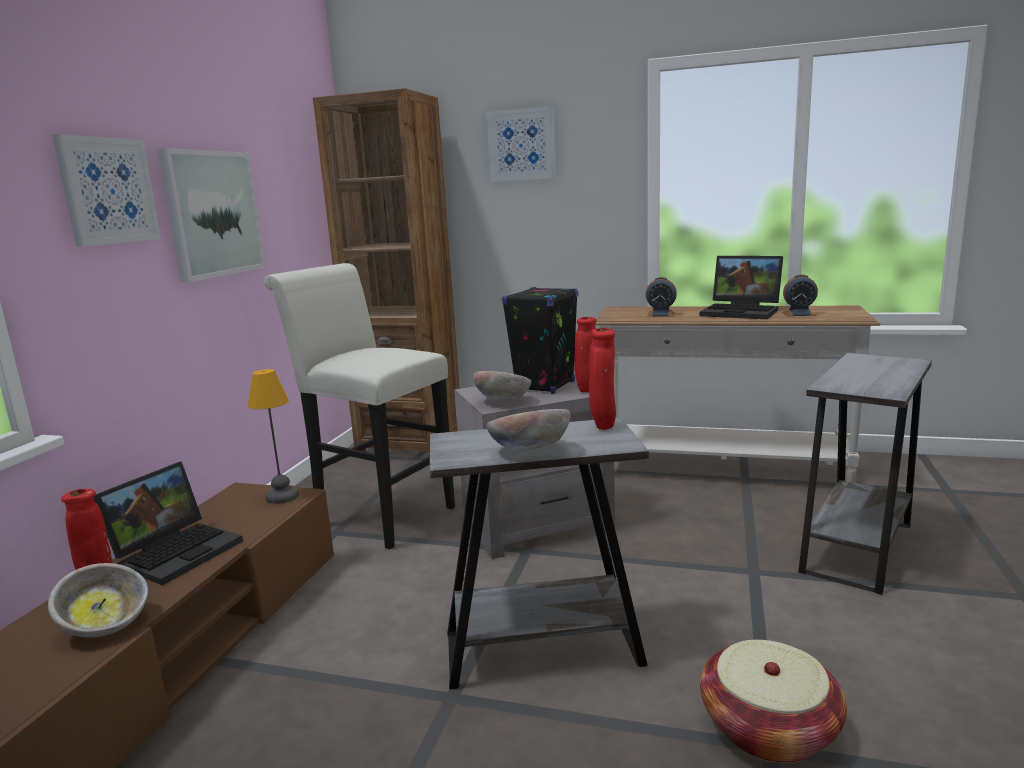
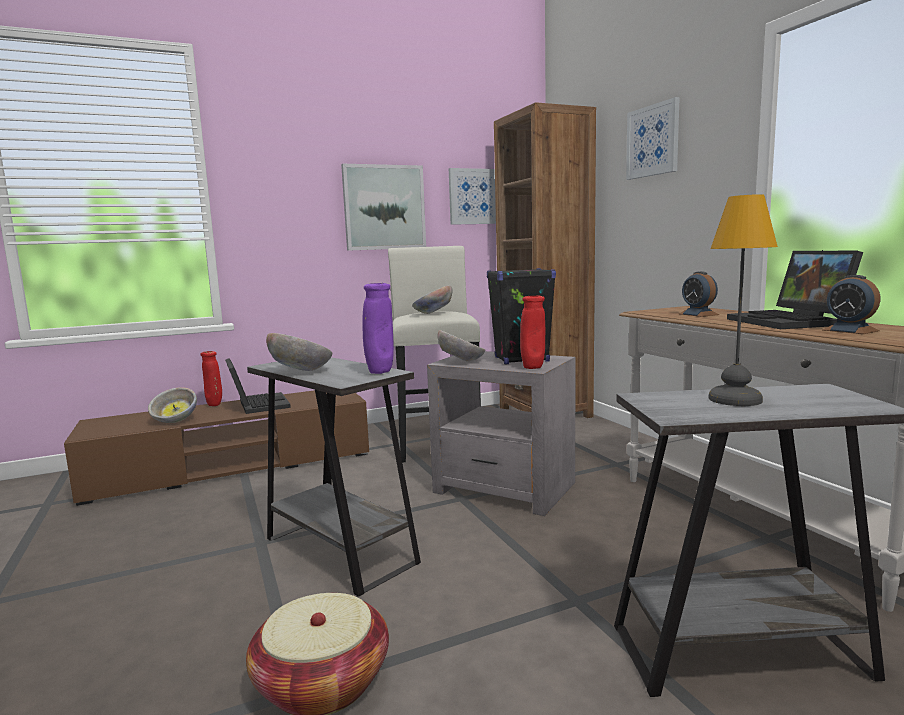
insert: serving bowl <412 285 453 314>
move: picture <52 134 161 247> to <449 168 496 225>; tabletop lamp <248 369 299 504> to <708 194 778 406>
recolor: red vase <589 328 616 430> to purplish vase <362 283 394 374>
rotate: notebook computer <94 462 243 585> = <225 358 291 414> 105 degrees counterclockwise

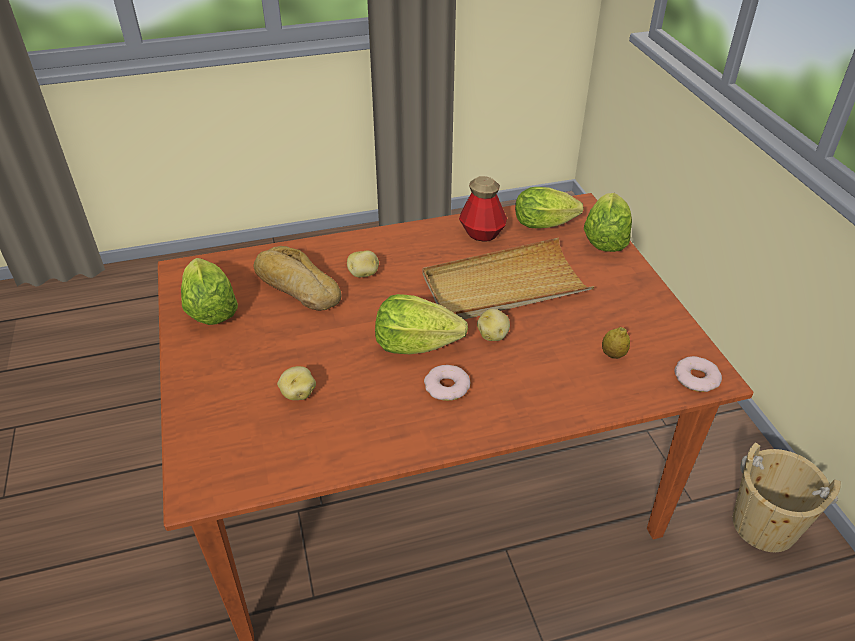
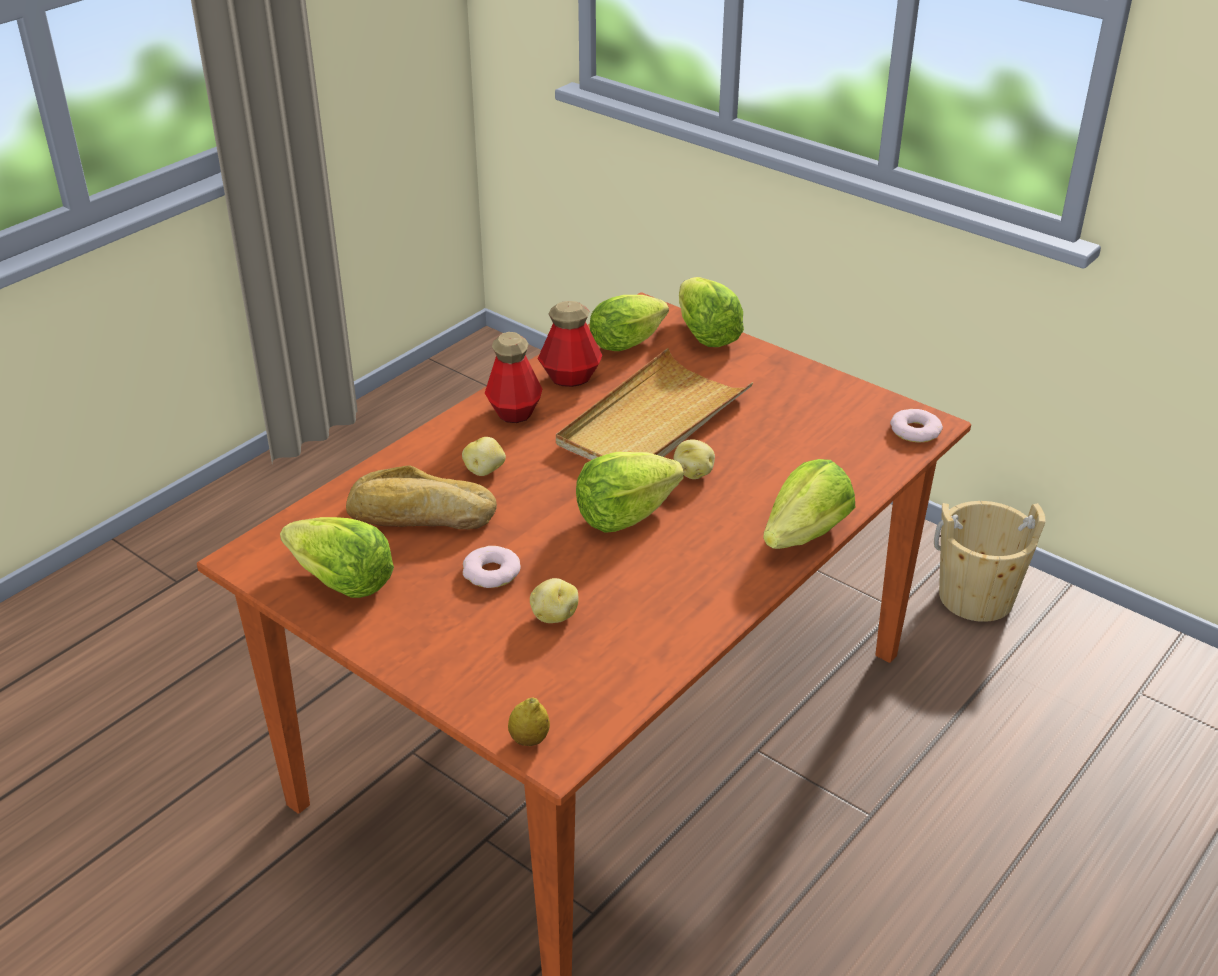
insert: bottle <485 332 542 423>; lettuce head <763 459 855 549>
move: donut <424 365 470 401> to <463 546 521 588>; whole lemon <602 327 630 359> to <508 697 550 746>

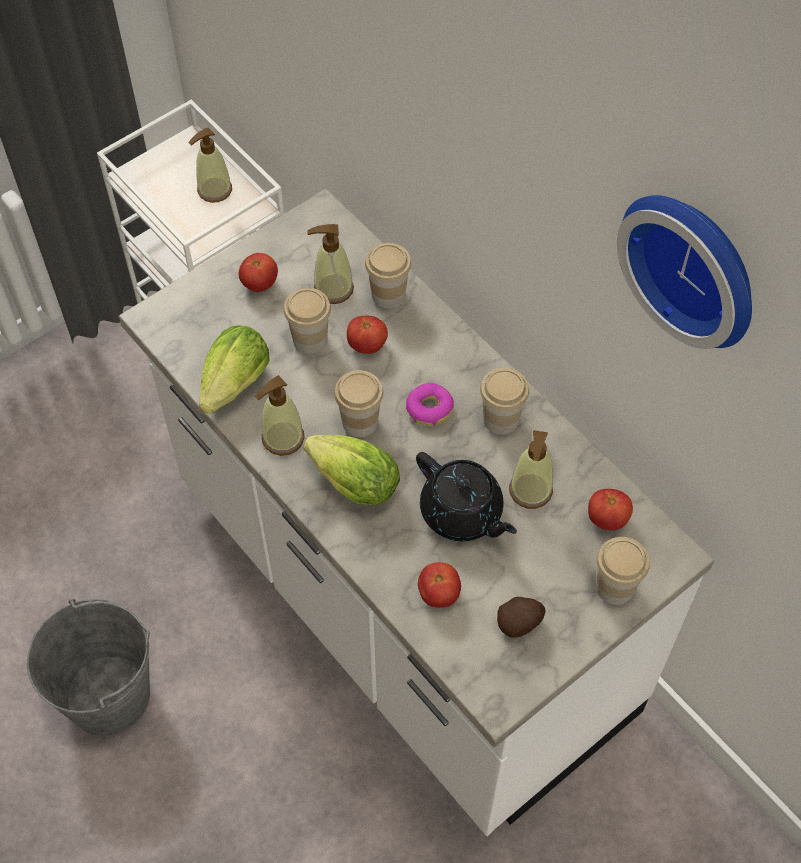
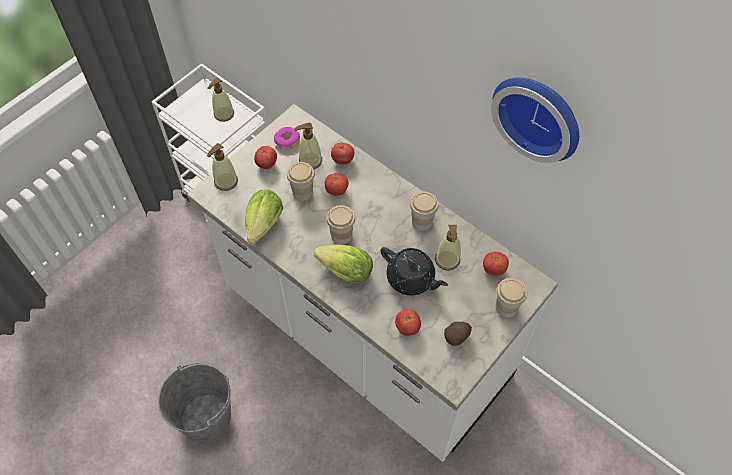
move: soap dispenser <255 375 305 456> to <207 143 238 191>; donut <406 383 454 426> to <274 127 300 149>
replace: small cup <365 243 411 309> to tomato <331 143 354 164>

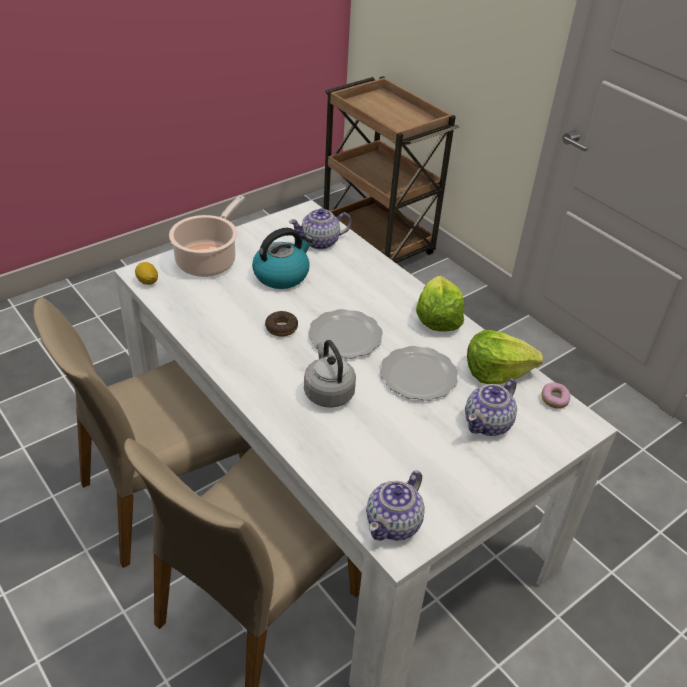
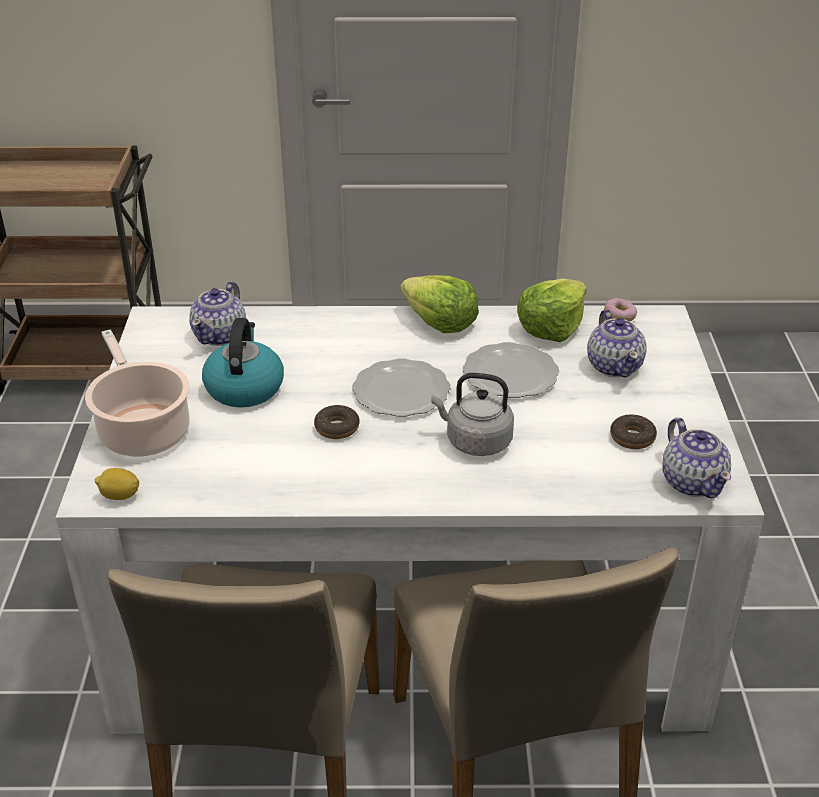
insert: donut <610 414 657 449>

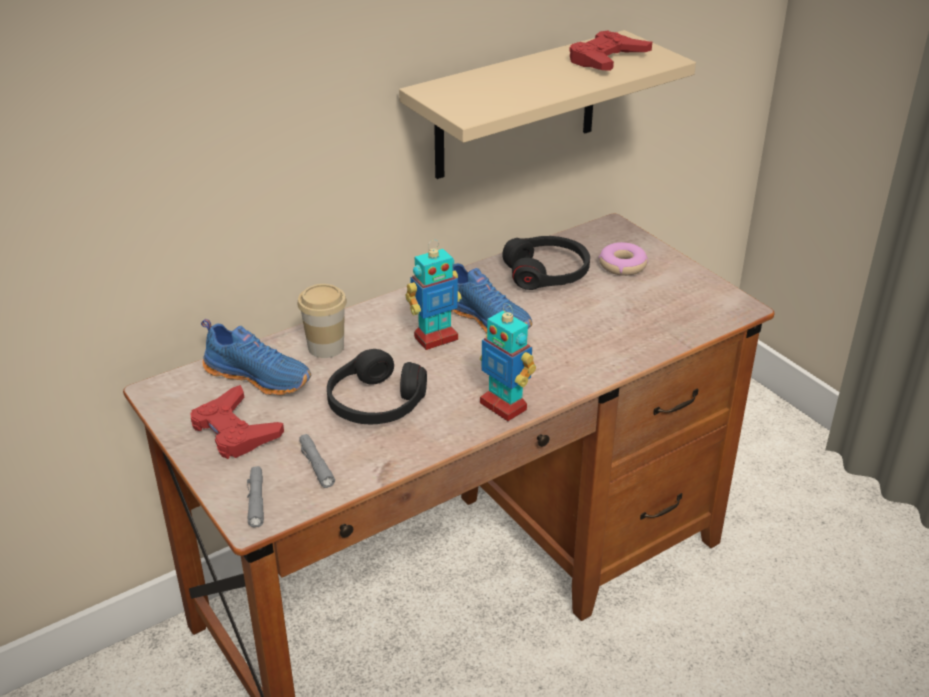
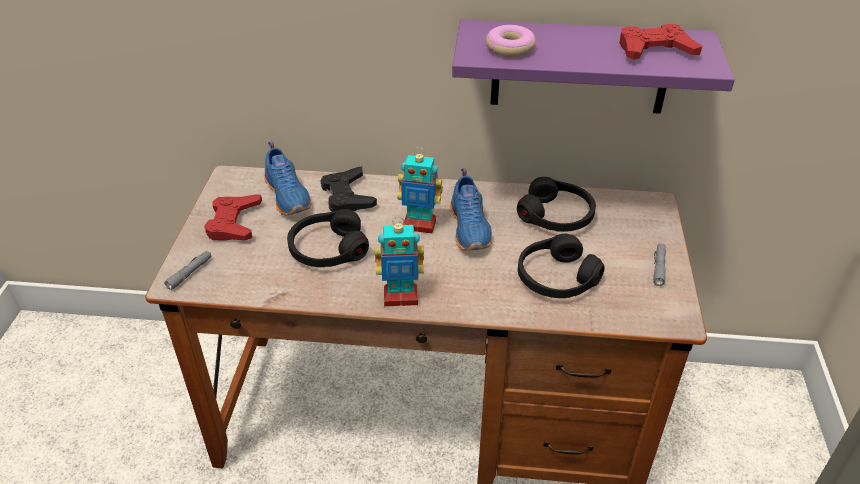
insert: blackish headset <518 234 605 298>
move: donut <598 242 648 276> to <486 25 536 57>; grey torch <299 434 335 488> to <653 243 666 286>
replace: small cup <297 284 347 358> to blackish joypad <320 167 377 212>
recolor: beige shelf <399 30 696 179> to purplish shelf <452 20 735 114>
rotate: toy robot <480 303 536 421> = <374 217 424 306> 90 degrees counterclockwise

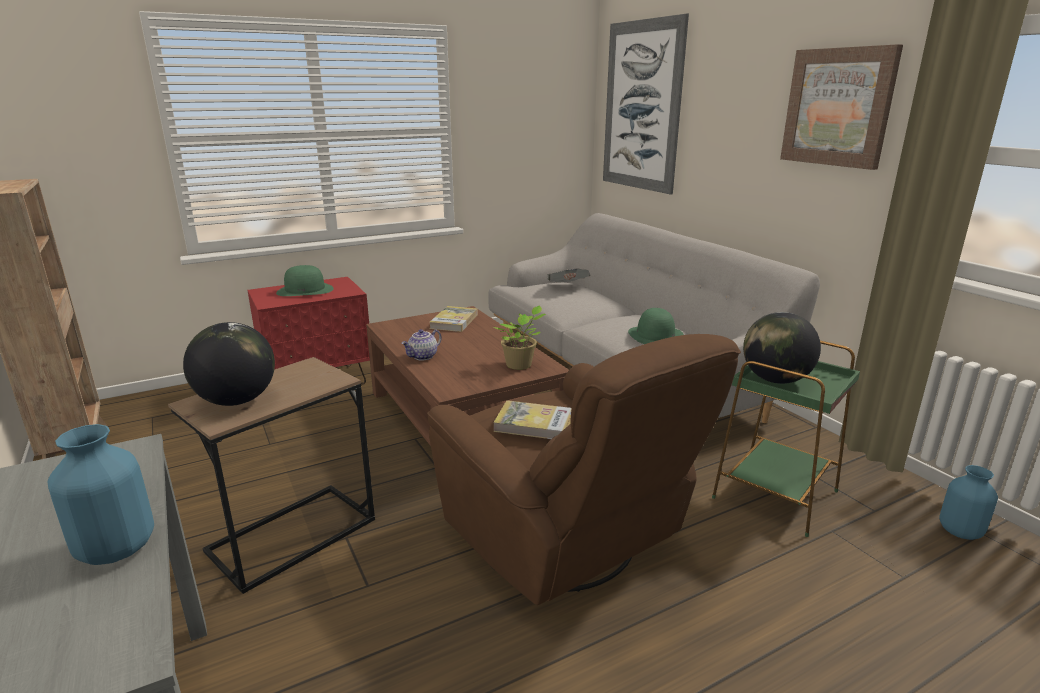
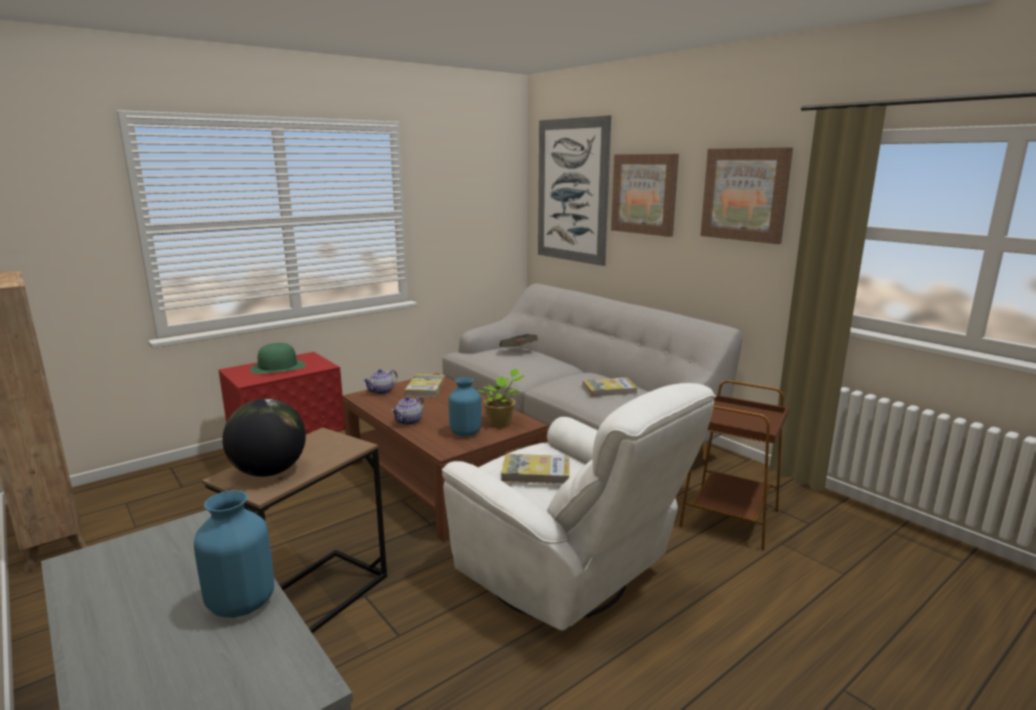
delete: globe <743 312 821 384>
insert: tea pot <363 369 398 395>; picture <611 154 679 237>
move: bluish vase <939 465 998 540> to <449 377 482 437>
replace: green-coloured wearable hat <628 308 684 344> to volume <583 377 638 397>
recolor: brown lounge chair <427 334 741 605> to white-coloured lounge chair <442 383 716 630>; green-coloured side table <712 341 860 537> to brown side table <679 380 789 550>

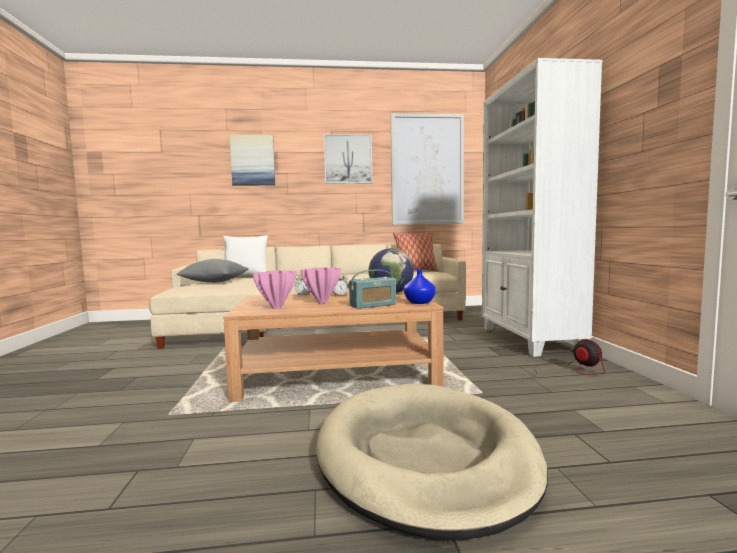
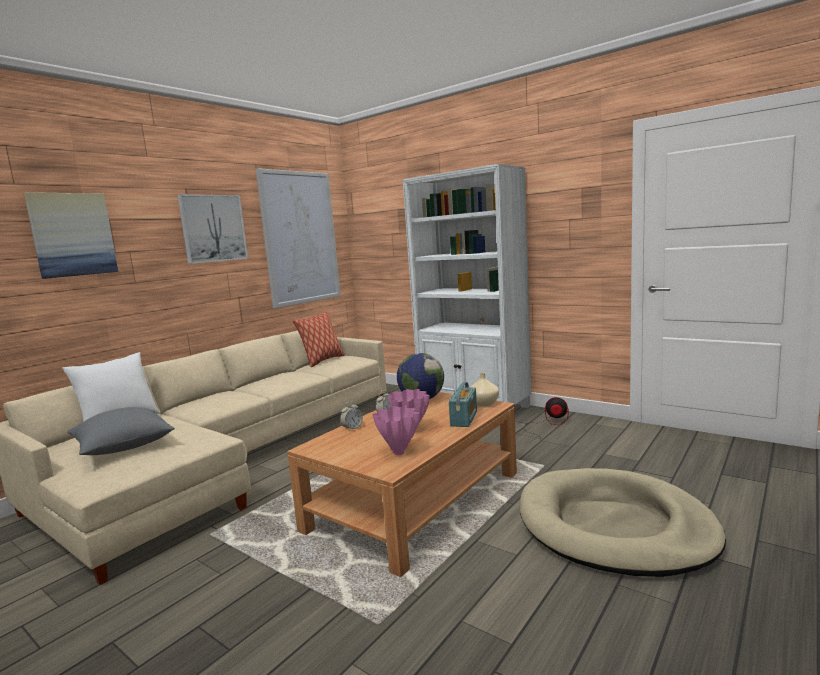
recolor: bluish vase <404 269 436 304> to beige vase <471 372 499 406>

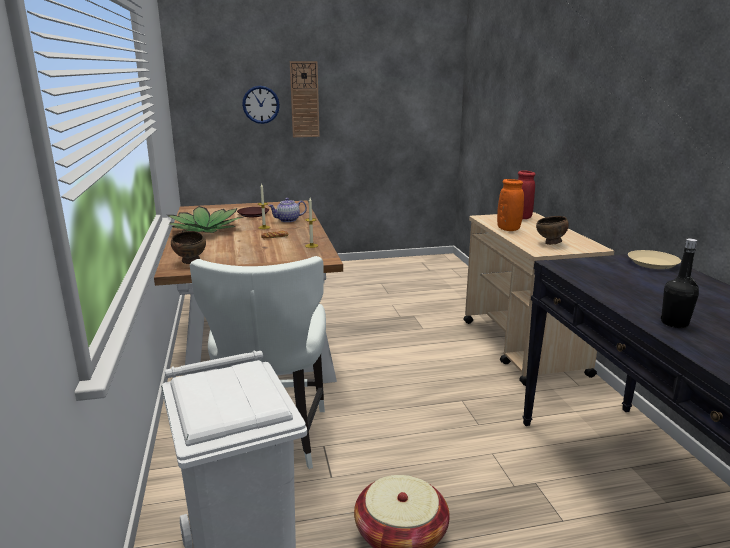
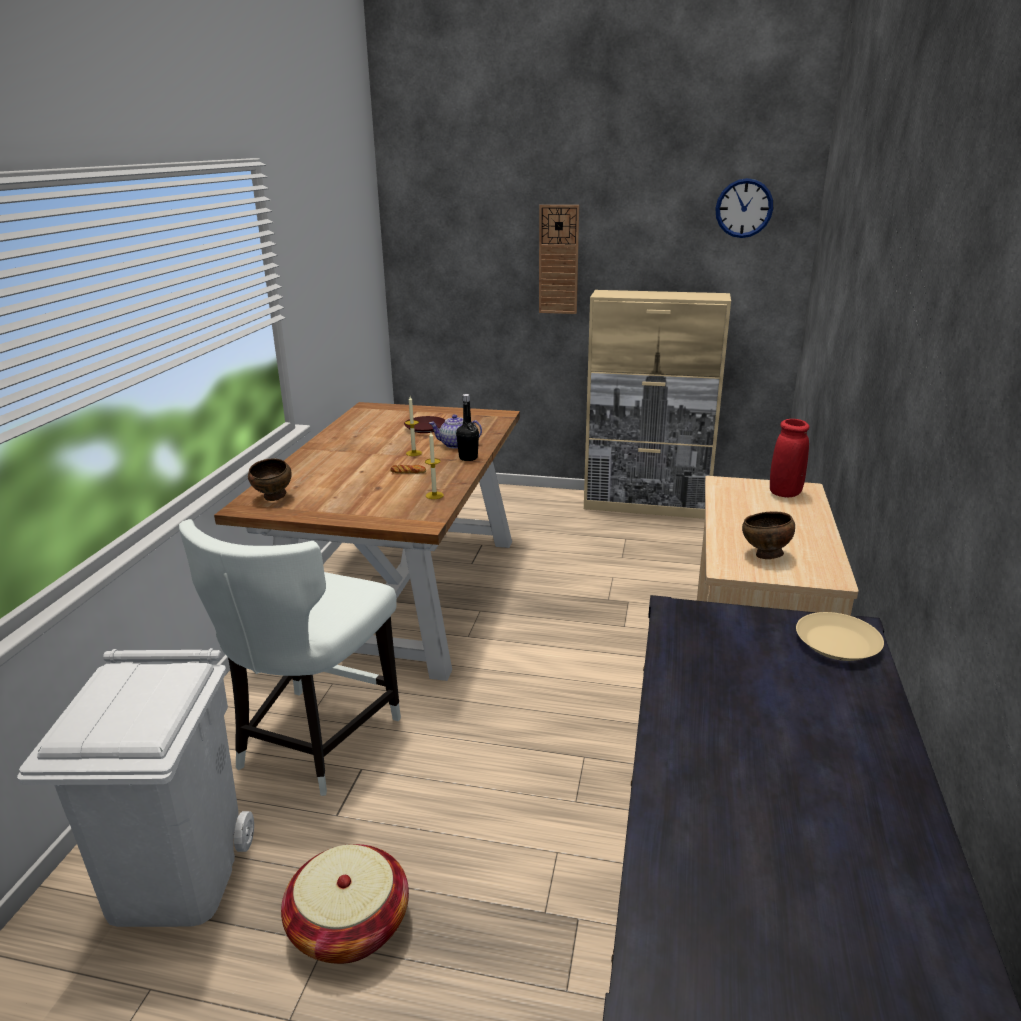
delete: houseplant <167 206 243 233>; orange vase <497 179 524 231>
insert: beige cabinet <584 290 731 519>
move: blackish bottle <661 238 699 328> to <456 394 479 461>; clock on the wall <242 86 280 124> to <715 178 773 238>

